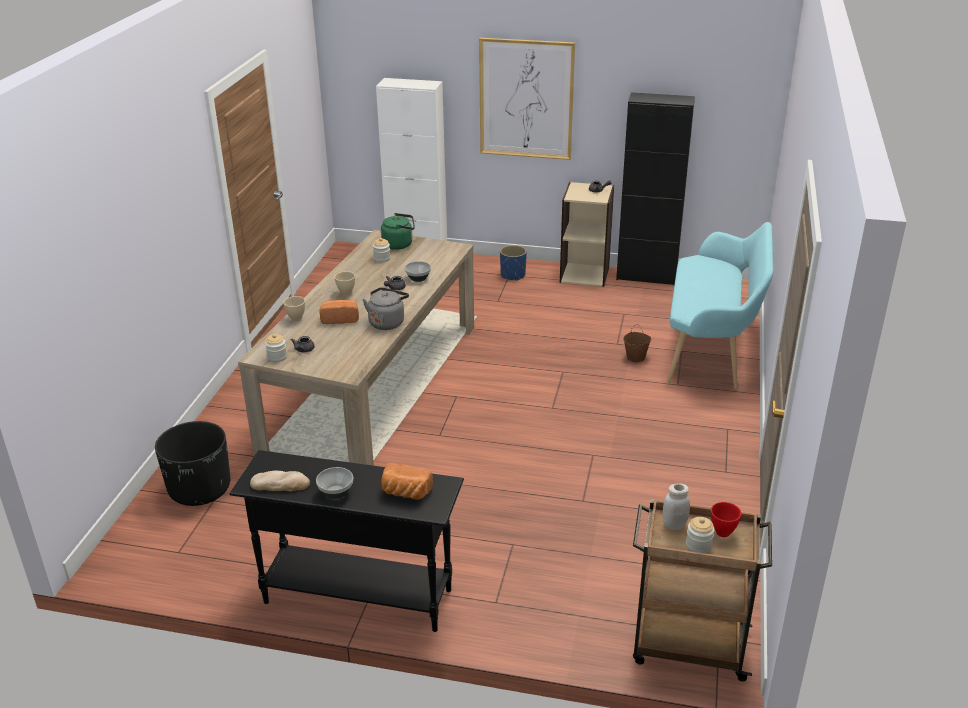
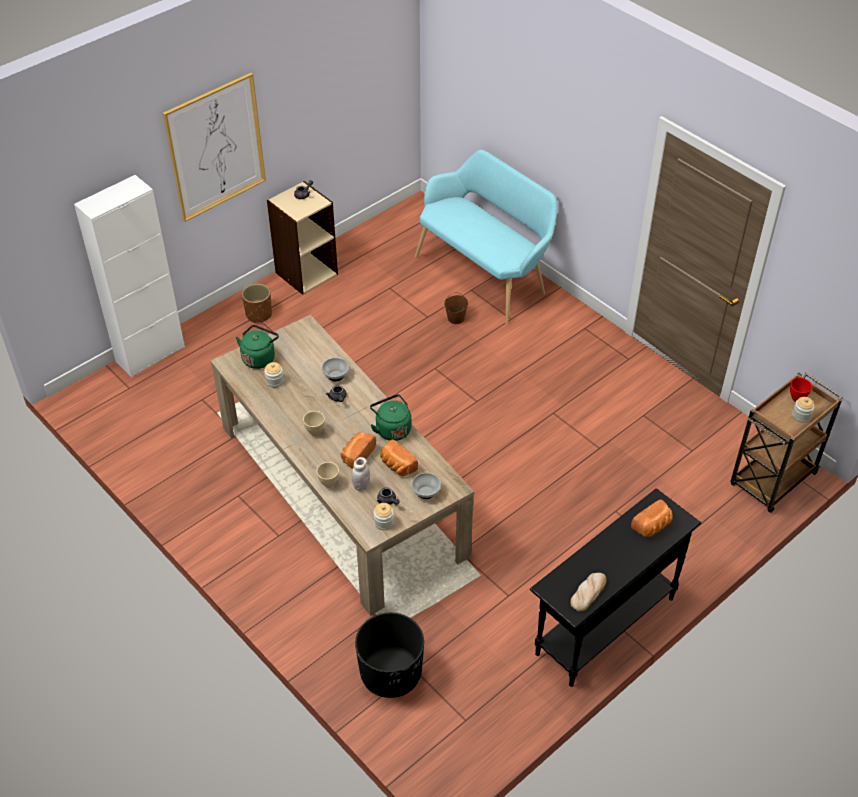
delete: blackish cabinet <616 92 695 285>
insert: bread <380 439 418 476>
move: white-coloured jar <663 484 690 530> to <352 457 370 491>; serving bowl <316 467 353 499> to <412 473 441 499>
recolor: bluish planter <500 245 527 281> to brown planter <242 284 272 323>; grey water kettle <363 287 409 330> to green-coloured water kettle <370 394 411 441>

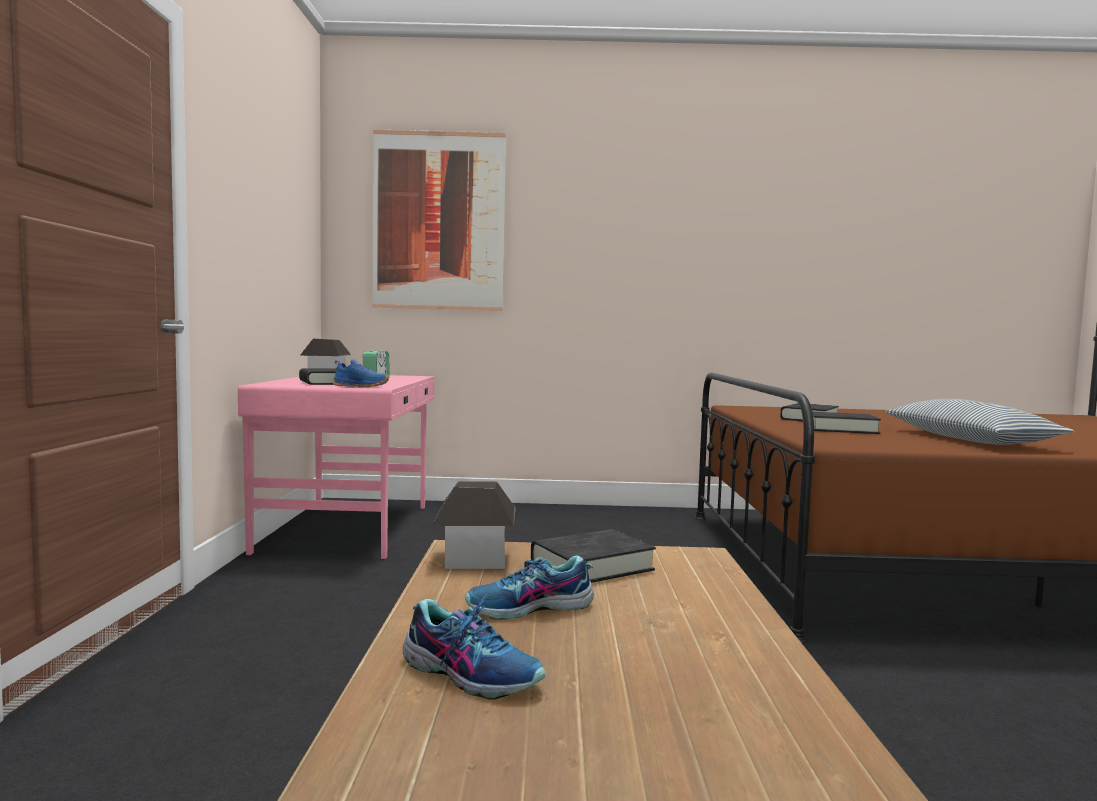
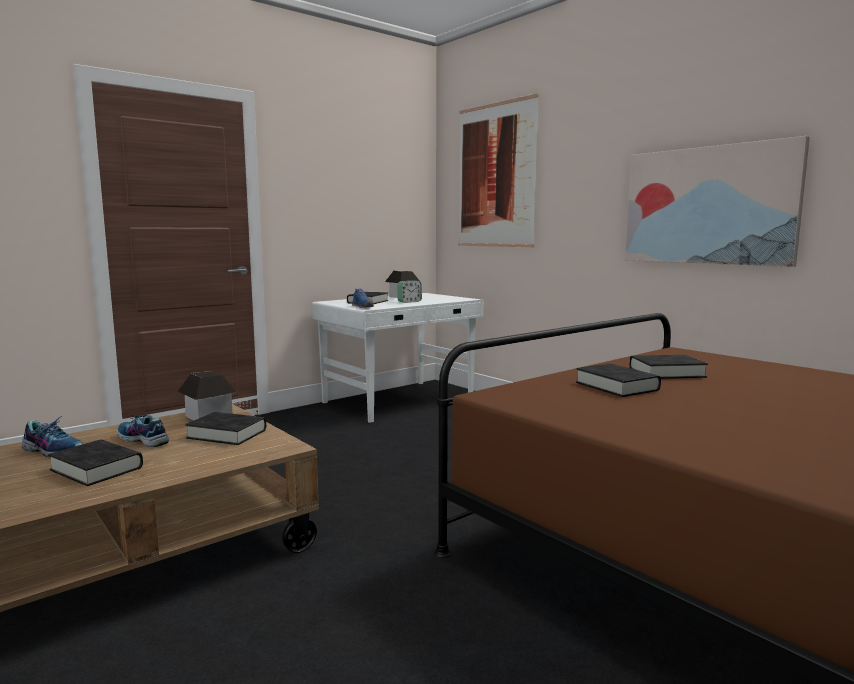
delete: cushion <885 399 1074 445>
insert: blackish volume <48 440 143 486>; picture <625 136 810 267>
recolor: pinkish desk unit <238 375 435 559> to white-coloured desk unit <312 293 484 423>
rotate: item of footwear <403 594 545 700> = <22 416 83 457> 60 degrees counterclockwise

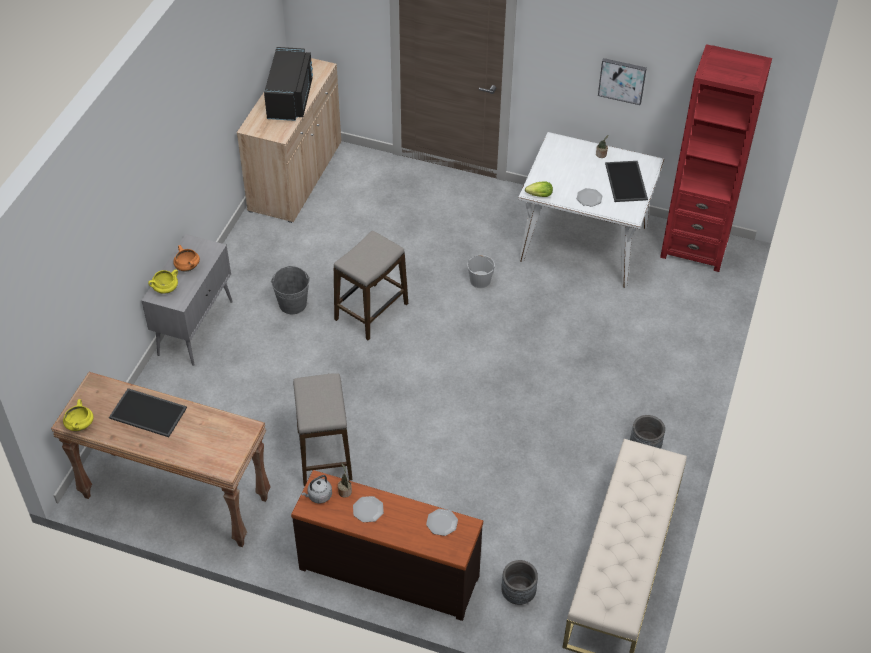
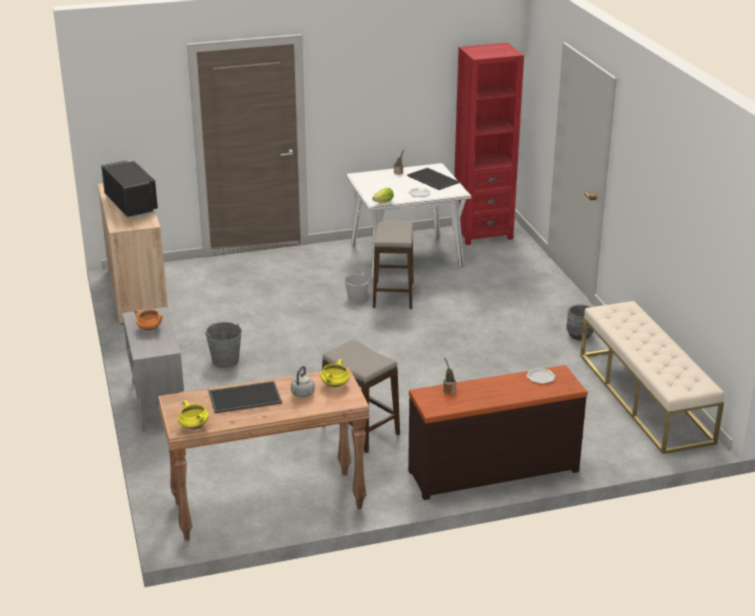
delete: flat dish <353 496 384 522>; grey planter <501 560 538 605>; picture <598 58 647 105>
move: grey water kettle <301 475 332 504> to <291 366 315 397>; yellow-coloured saucepot <148 270 178 294> to <320 359 350 388>; stool <334 231 408 340> to <373 220 413 309>

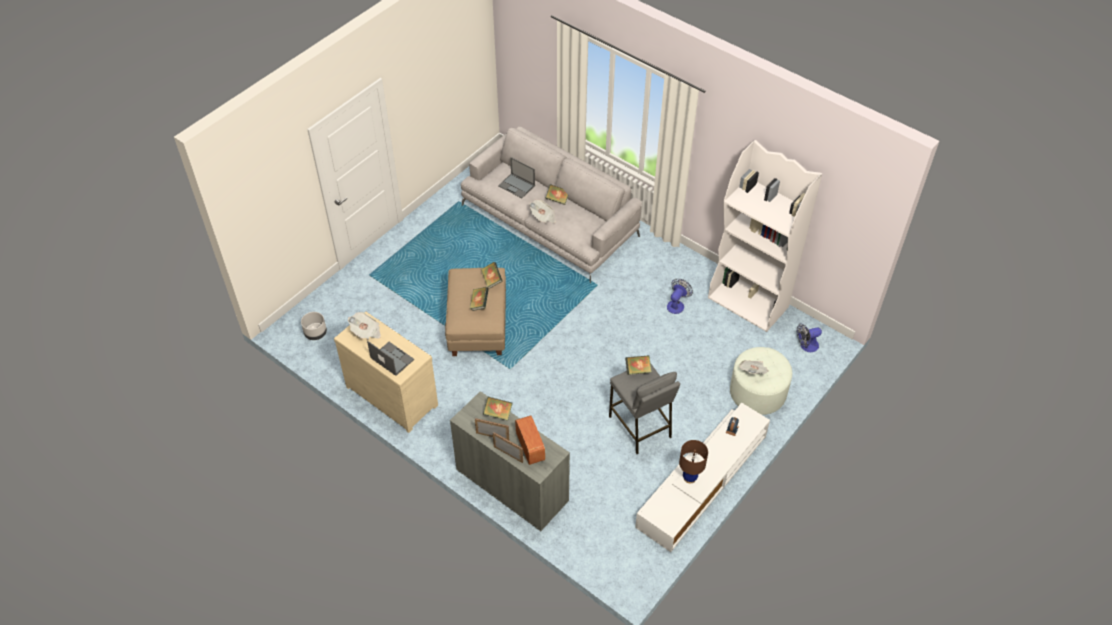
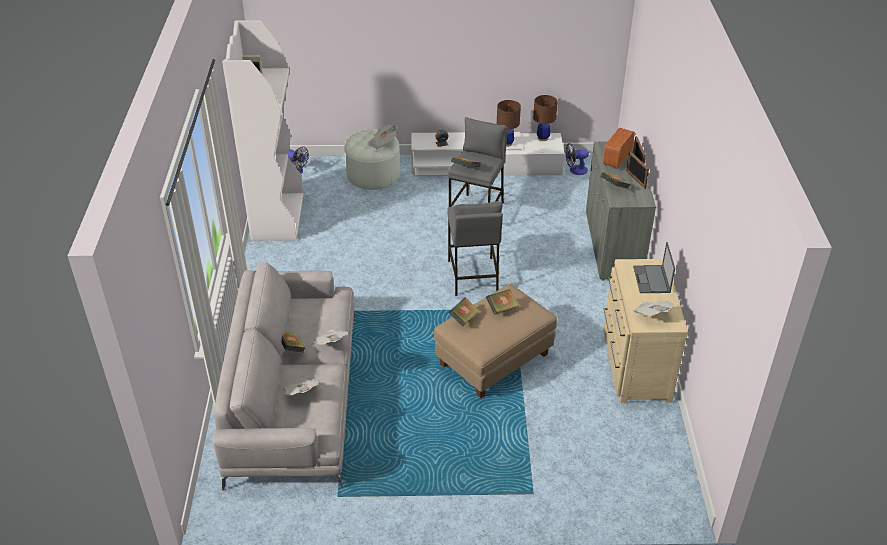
delete: grey planter <301 312 327 340>
insert: grey stool <447 201 503 296>; brown tabletop lamp <533 95 558 141>
move: electric fan <667 279 693 314> to <565 143 589 175>
replace: notebook computer <498 157 535 198> to daily paper <283 378 319 395>

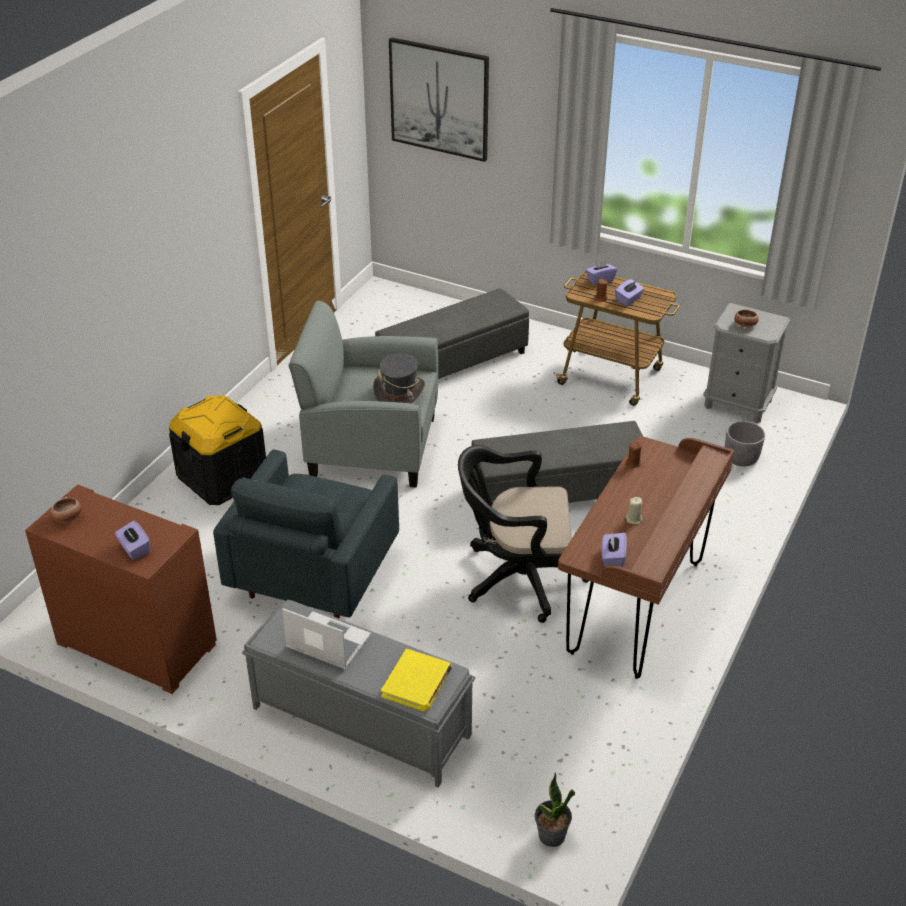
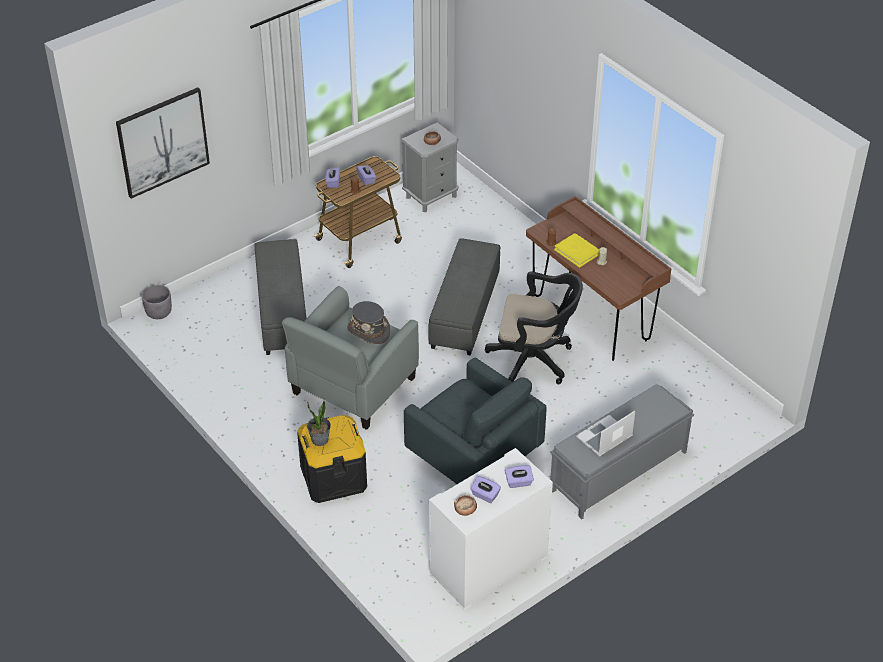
move: grey planter <725 421 765 466> to <141 285 172 319>; houseplant <535 773 575 847> to <307 399 331 446>; purplish box of tissues <602 533 627 567> to <470 476 501 503>; yellow-coloured volume <381 649 452 712> to <554 233 599 267>
recolor: brown chest of drawers <25 485 217 694> to white-coloured chest of drawers <429 448 553 611>
rotate: blackish computer chair <458 445 589 623> = <485 272 583 384> 105 degrees counterclockwise

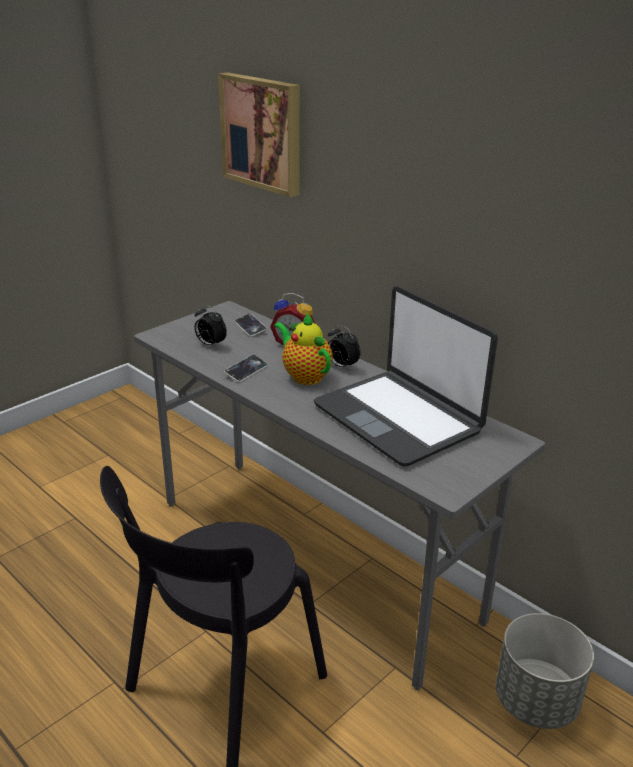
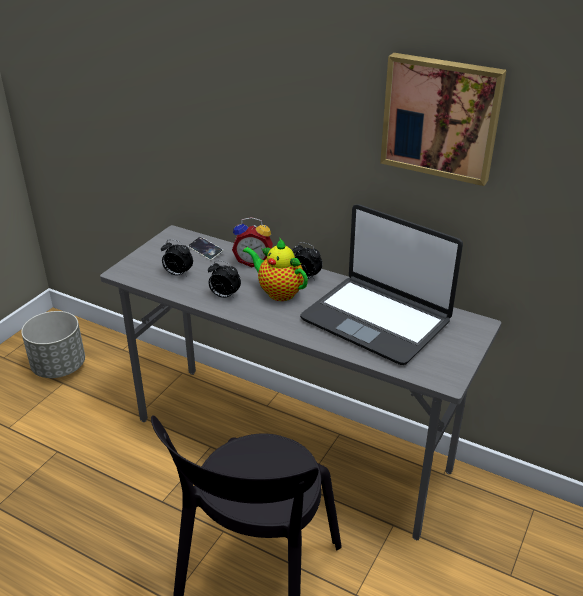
move: grey planter <496 613 594 729> to <21 311 85 378>; picture <218 72 300 197> to <380 53 507 186>
replace: telephone <224 355 268 382> to table clock <208 260 241 299>

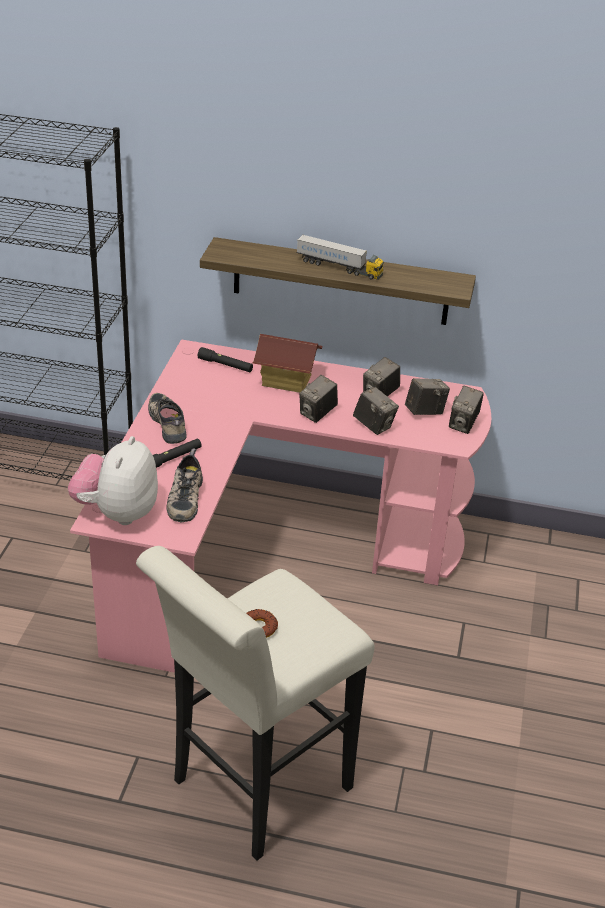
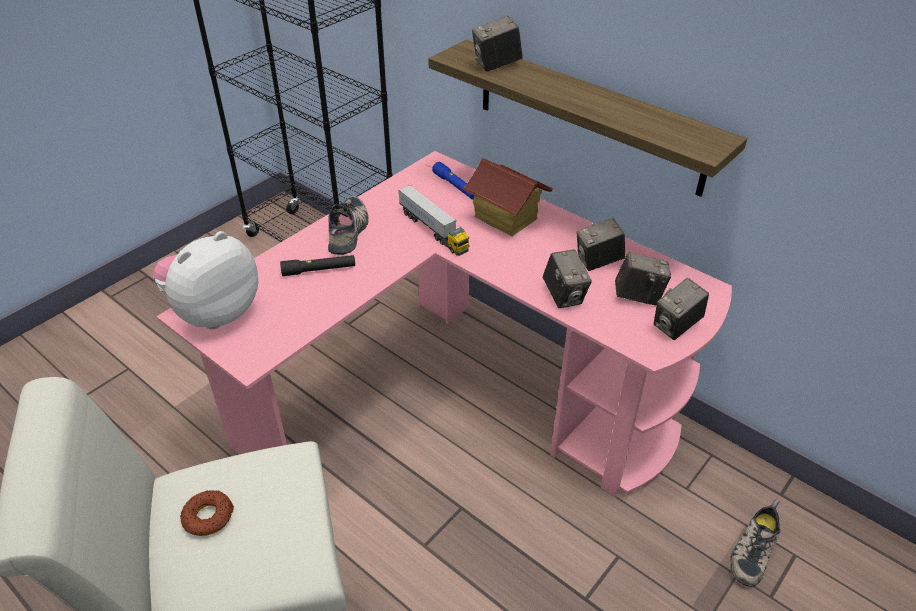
move: model truck <297 234 384 280> to <398 185 469 256>; still camera <299 375 338 423> to <472 16 523 72>; item of footwear <166 448 203 523> to <730 499 780 587>
recolor: blackish torch <198 347 253 372> to bluish torch <432 162 474 200>

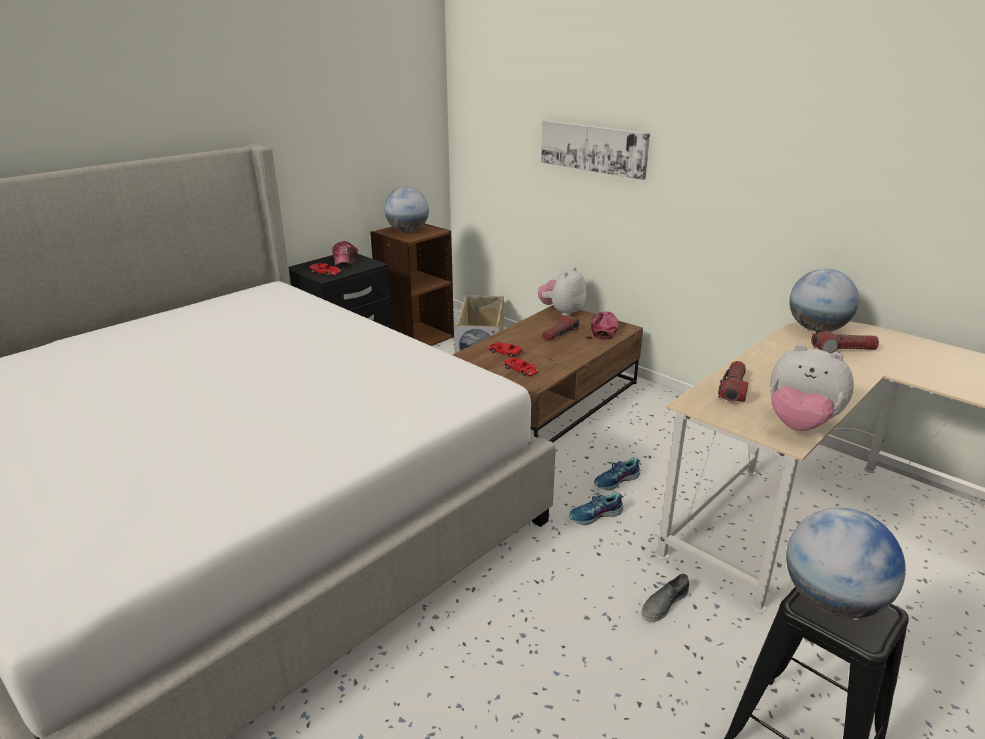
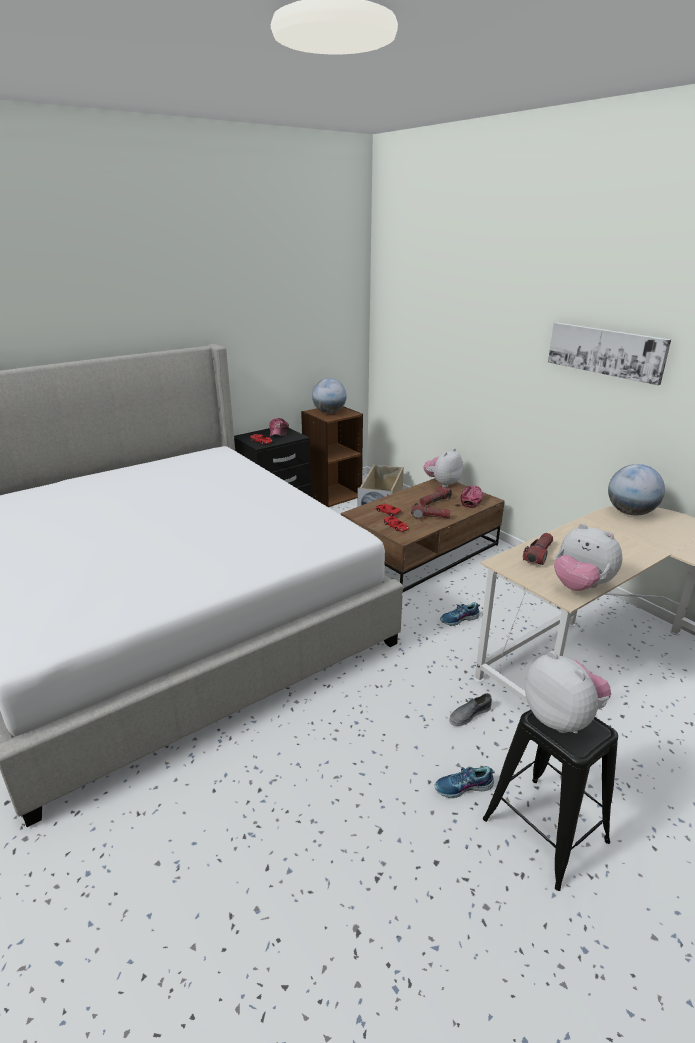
move: torch <811 329 879 353> to <411 503 450 519>; item of footwear <569 492 624 525> to <434 766 495 798>; picture <541 120 650 180> to <548 323 671 385>
replace: globe <786 508 906 619> to cuddly toy <525 651 611 733>

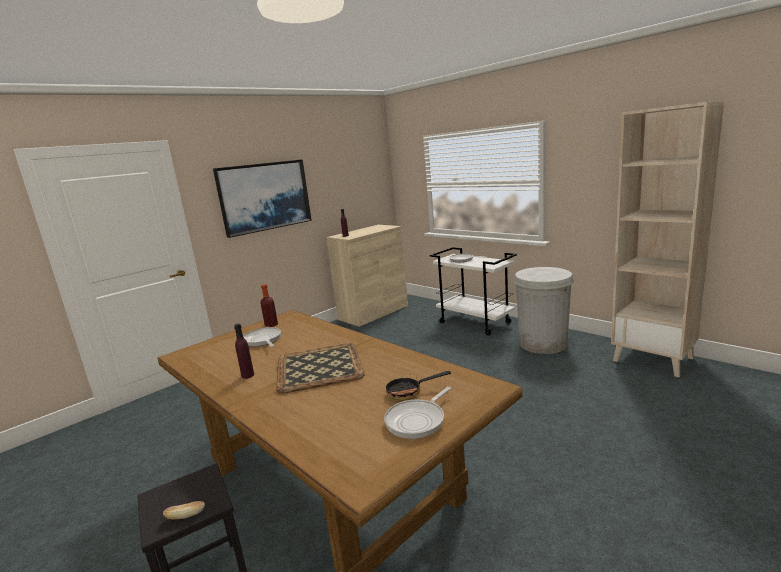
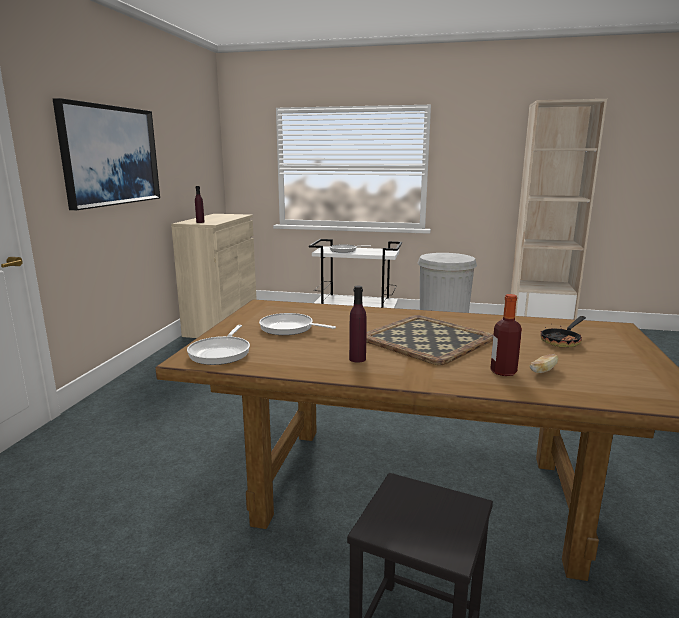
move: frying pan <384 387 451 439> to <187 325 250 365>; bottle <260 284 278 327> to <490 294 522 376>; bread <163 501 205 519> to <530 354 558 373>

